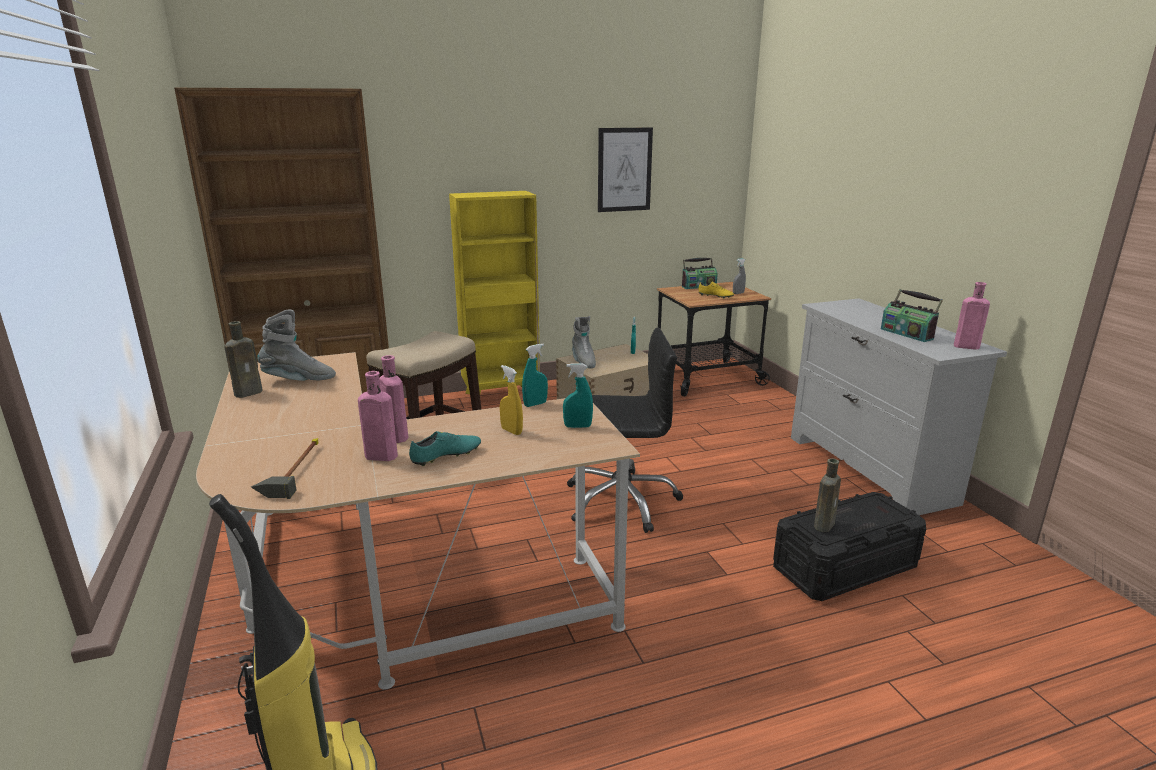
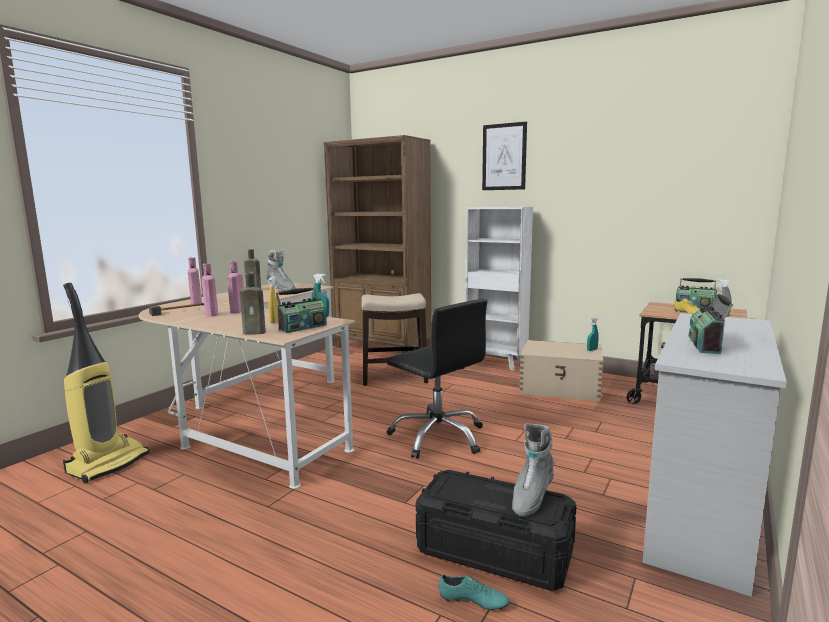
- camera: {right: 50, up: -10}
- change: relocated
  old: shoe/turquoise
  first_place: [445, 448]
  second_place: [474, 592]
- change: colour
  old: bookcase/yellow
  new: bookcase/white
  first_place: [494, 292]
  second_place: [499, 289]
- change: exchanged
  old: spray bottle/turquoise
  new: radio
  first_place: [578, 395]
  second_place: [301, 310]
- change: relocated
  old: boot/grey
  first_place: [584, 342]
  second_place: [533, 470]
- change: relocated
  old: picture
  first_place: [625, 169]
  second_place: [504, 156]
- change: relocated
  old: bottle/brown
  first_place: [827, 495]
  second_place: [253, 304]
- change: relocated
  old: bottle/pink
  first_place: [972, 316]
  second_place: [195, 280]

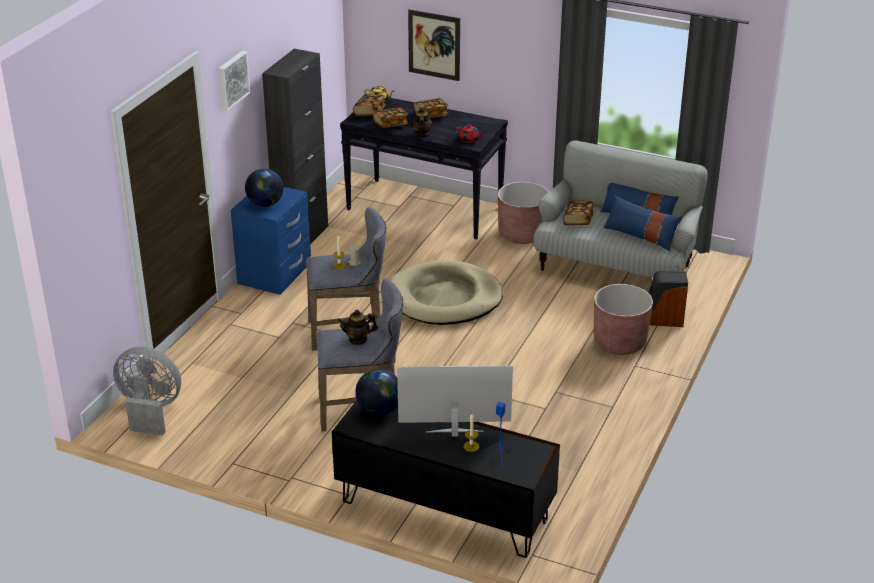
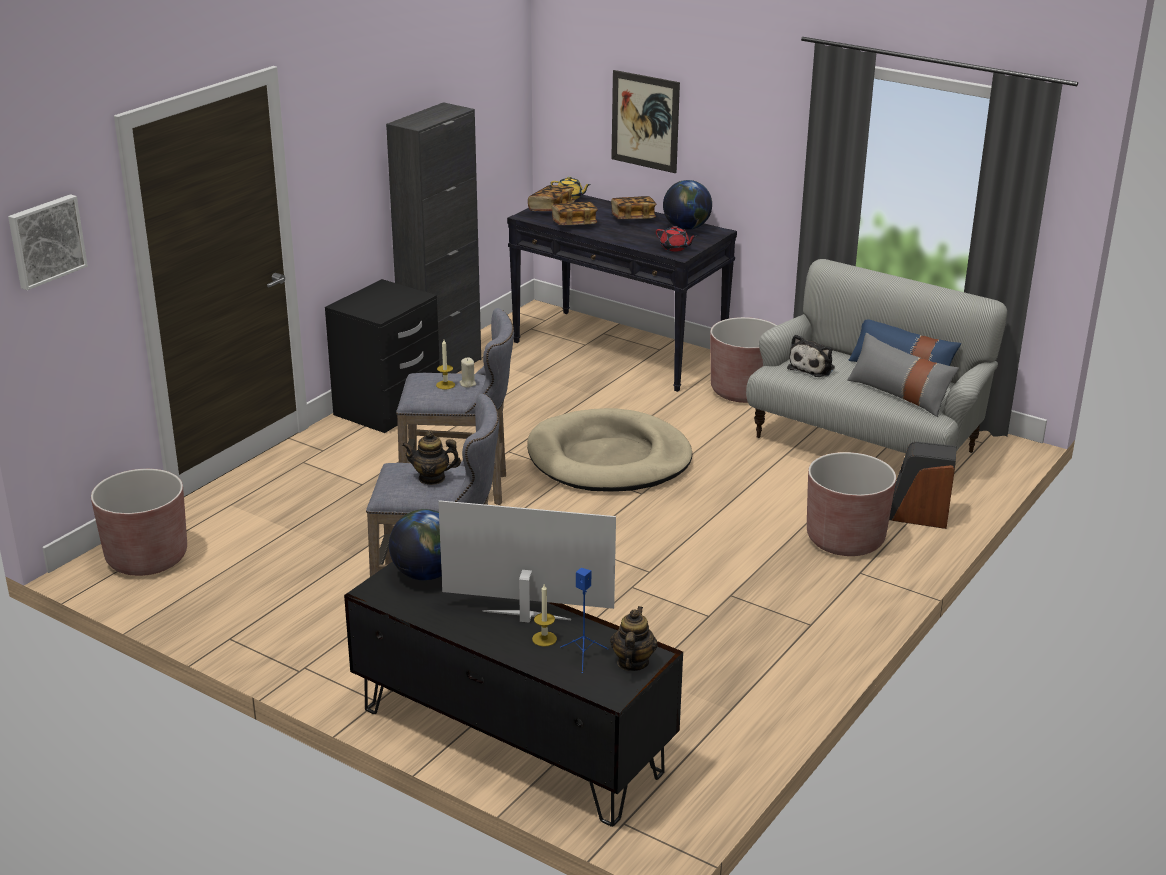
- camera: {right: 10, up: -5}
- change: exchanged
  old: fan/grey
  new: planter/brown
  first_place: [147, 391]
  second_place: [139, 522]
- change: relocated
  old: picture
  first_place: [234, 81]
  second_place: [48, 242]
- change: colour
  old: nightstand/blue
  new: nightstand/black
  first_place: [271, 241]
  second_place: [382, 356]
- change: relocated
  old: globe
  first_place: [264, 188]
  second_place: [687, 205]
- change: relocated
  old: teapot
  first_place: [422, 122]
  second_place: [634, 638]
- change: exchanged
  old: book
  new: plush toy
  first_place: [578, 212]
  second_place: [811, 355]
- change: colour
  old: pillow/blue
  new: pillow/grey
  first_place: [643, 222]
  second_place: [903, 375]

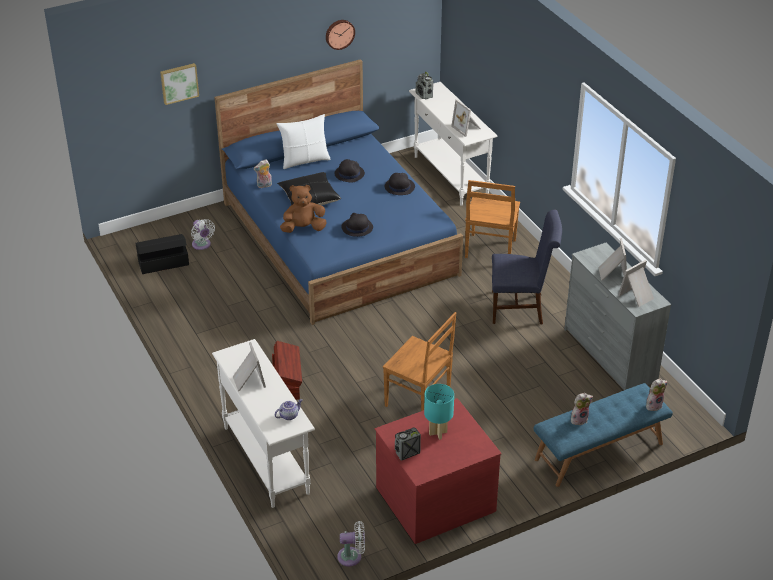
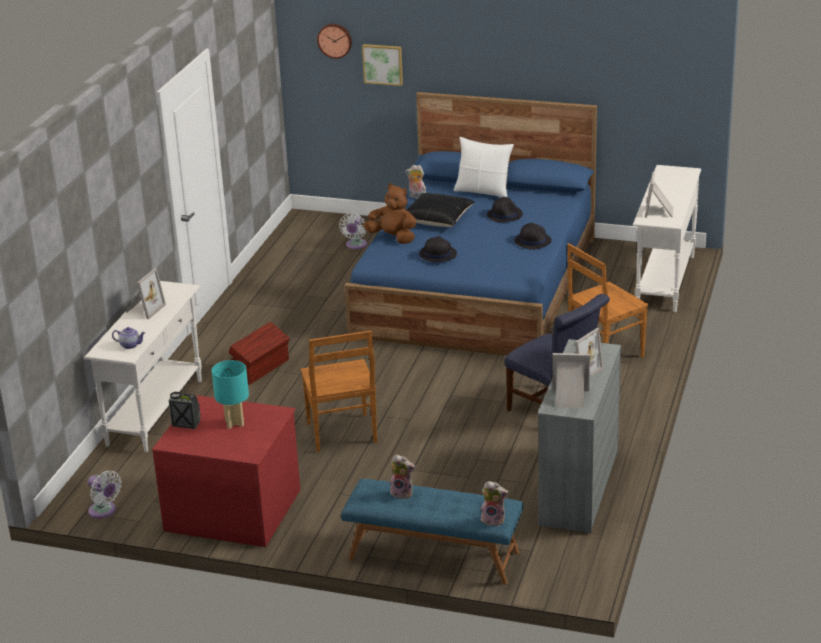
- camera: {right: 45, up: -10}
- change: missing
  old: storage box/black
  first_place: [162, 254]
- change: relocated
  old: wall clock
  first_place: [340, 35]
  second_place: [334, 41]
- change: missing
  old: radio
  first_place: [424, 86]

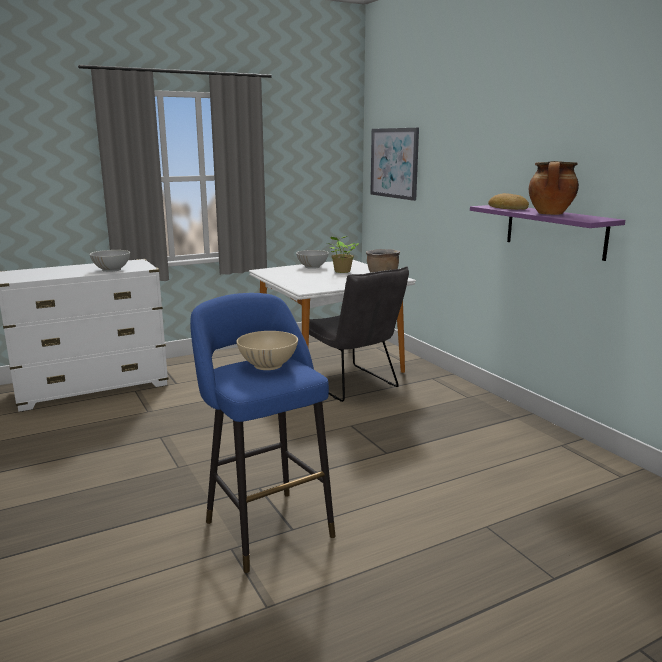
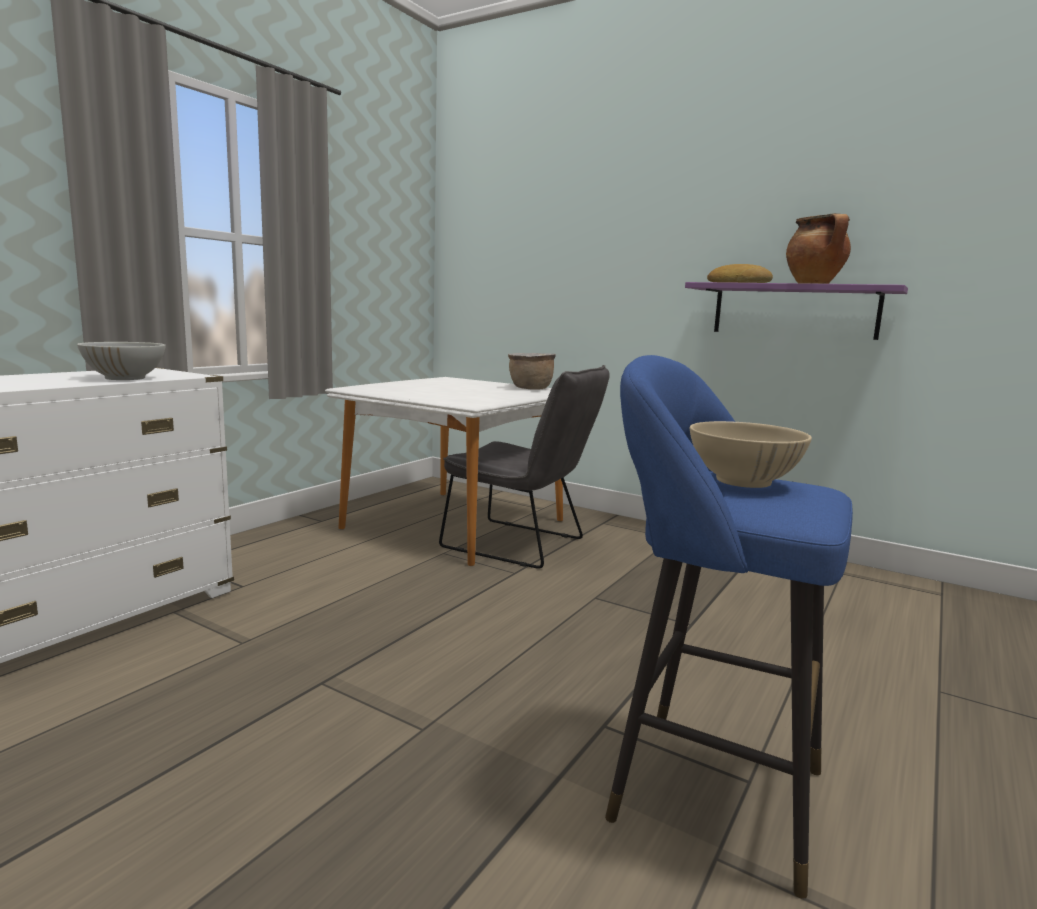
- camera: {right: -30, up: -5}
- change: missing
  old: bowl/white
  first_place: [312, 259]
- change: missing
  old: potted plant
  first_place: [343, 254]
- change: missing
  old: picture
  first_place: [394, 164]

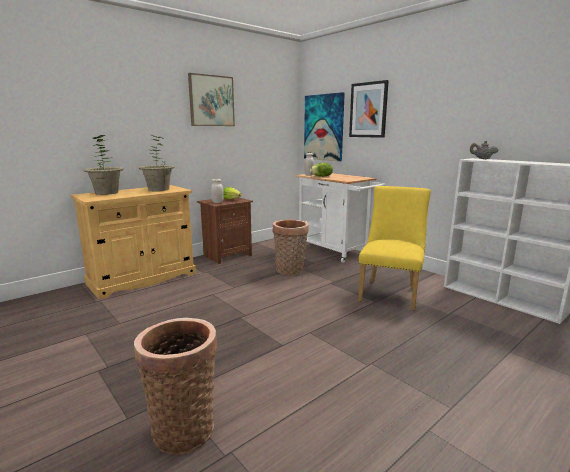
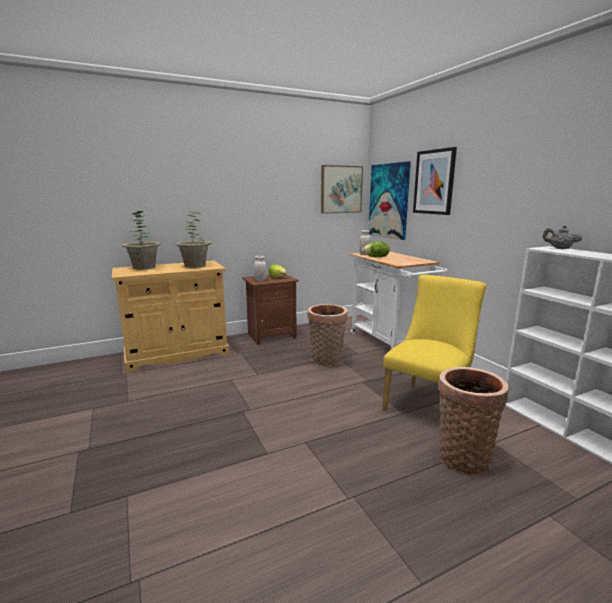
- camera: {right: 15, up: 0}
- change: relocated
  old: basket
  first_place: [175, 386]
  second_place: [473, 421]
- change: relocated
  old: picture
  first_place: [211, 99]
  second_place: [342, 189]

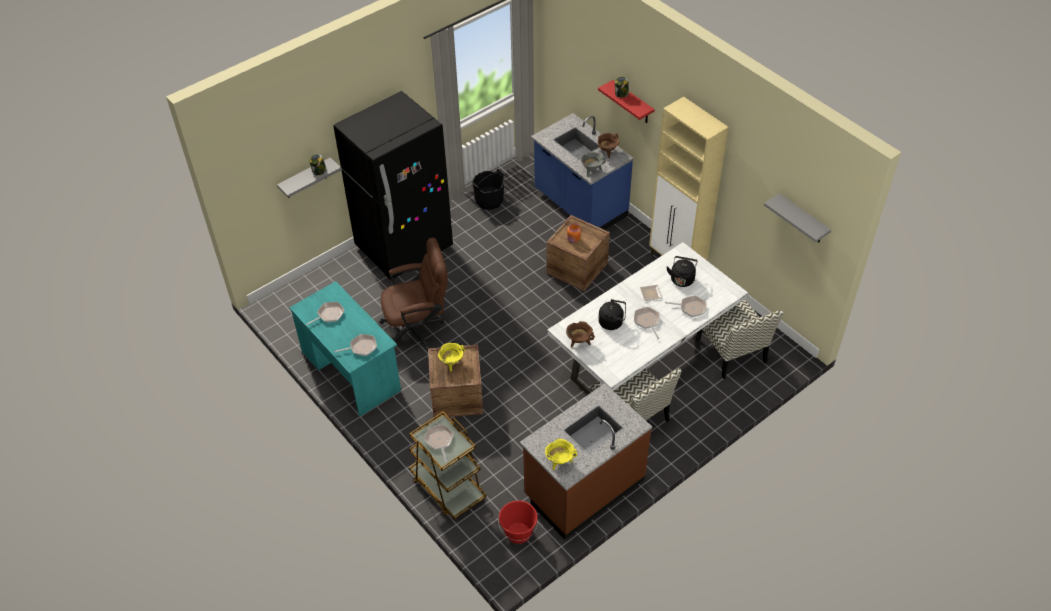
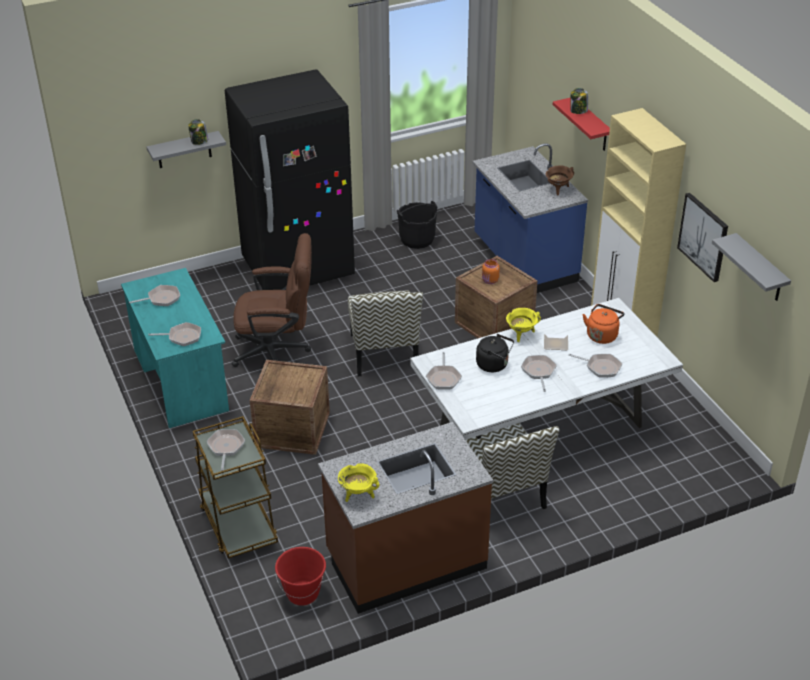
- camera: {right: 15, up: -10}
- change: relocated
  old: cooking pot/yellow
  first_place: [451, 357]
  second_place: [523, 325]
- change: exchanged
  old: cooking pot/brown
  new: frying pan
  first_place: [580, 334]
  second_place: [444, 371]
- change: missing
  old: cooking pot/grey
  first_place: [593, 163]
- change: colour
  old: kettle/black
  new: kettle/orange
  first_place: [682, 271]
  second_place: [603, 324]
- change: relocated
  old: chair
  first_place: [740, 339]
  second_place: [385, 333]
- change: appeared
  new: picture
  second_place: [702, 237]

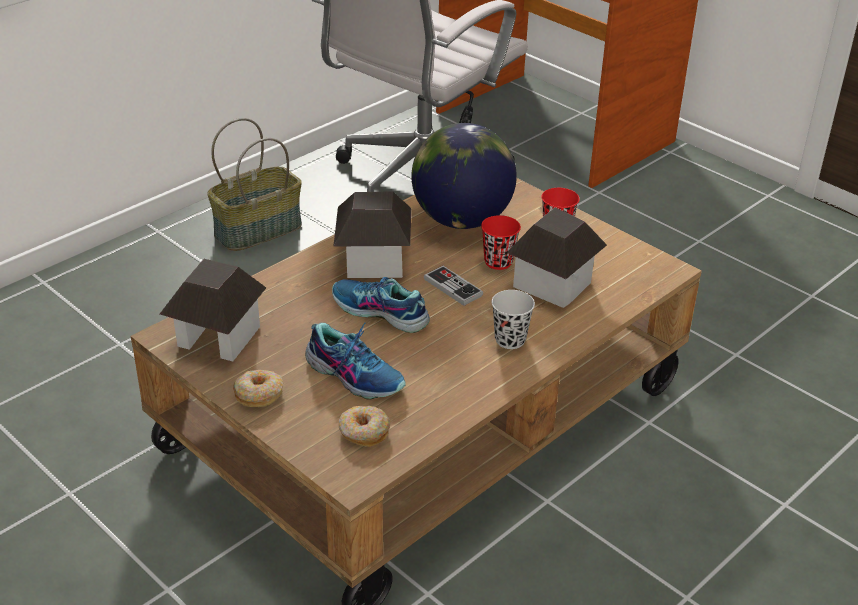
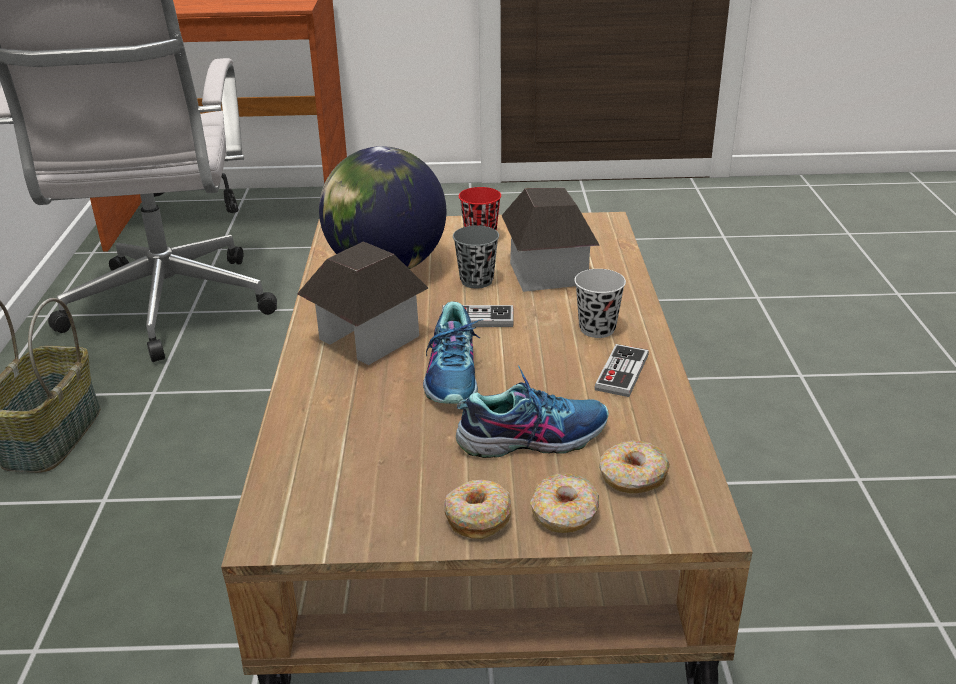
- camera: {right: -45, up: -5}
- change: missing
  old: toy house
  first_place: [213, 310]
- change: spun
  old: shoe
  first_place: [381, 305]
  second_place: [453, 353]
  degrees: -75
- change: colour
  old: cup/red
  new: cup/grey
  first_place: [501, 242]
  second_place: [476, 257]
- change: appeared
  new: donut
  second_place: [564, 503]
- change: appeared
  new: game controller
  second_place: [621, 370]

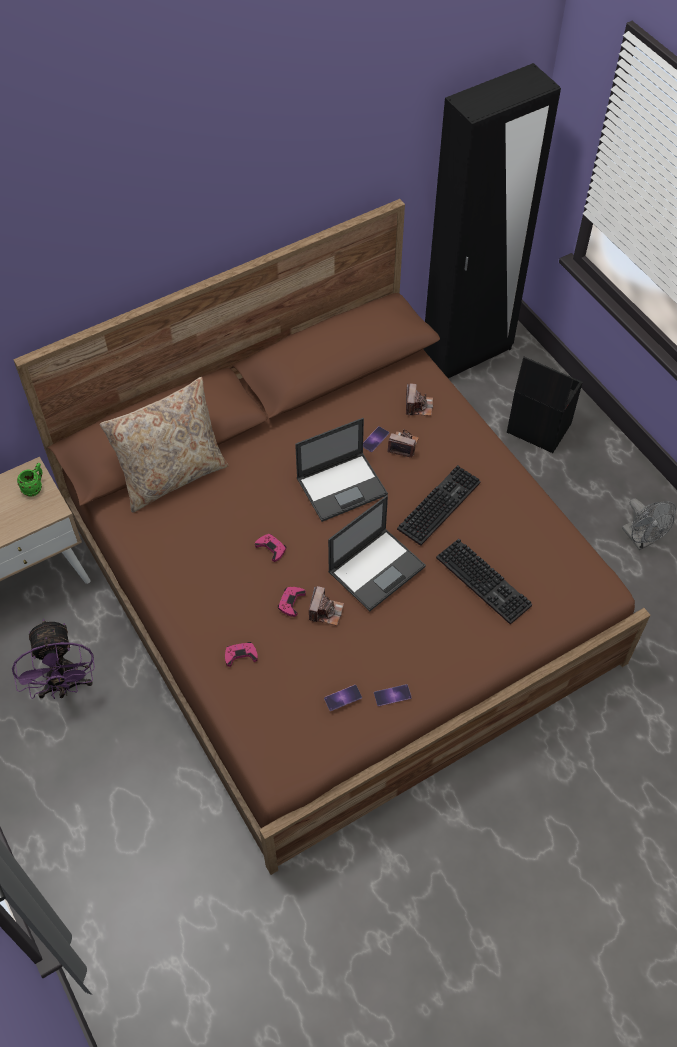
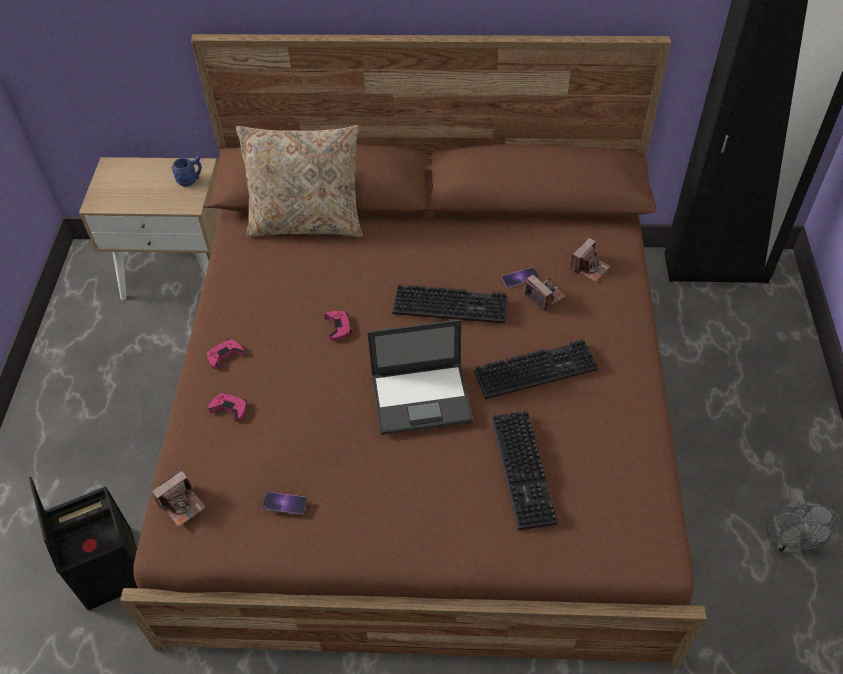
- camera: {right: 35, up: -5}
- change: missing
  old: fan/purple
  first_place: [53, 659]
- change: colour
  old: mug/green
  new: mug/blue
  first_place: [29, 480]
  second_place: [186, 171]
- change: relocated
  old: game controller/pink
  first_place: [292, 602]
  second_place: [225, 354]
- change: exchanged
  old: laptop
  new: keyboard
  first_place: [341, 470]
  second_place: [450, 304]
- change: relocated
  old: photo camera
  first_place: [326, 606]
  second_place: [178, 498]
- change: missing
  old: phone
  first_place: [393, 695]
- change: relocated
  old: storage box/black
  first_place: [545, 405]
  second_place: [83, 544]

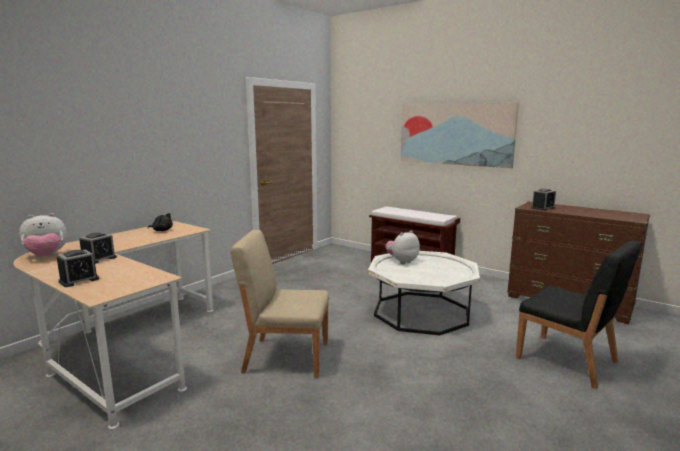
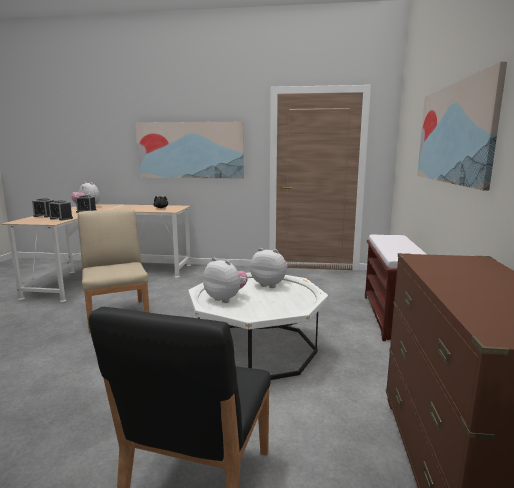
- camera: {right: 60, up: 0}
- change: relocated
  old: alarm clock
  first_place: [543, 199]
  second_place: [60, 210]
- change: appeared
  new: picture
  second_place: [190, 150]
- change: appeared
  new: plush toy
  second_place: [225, 280]

